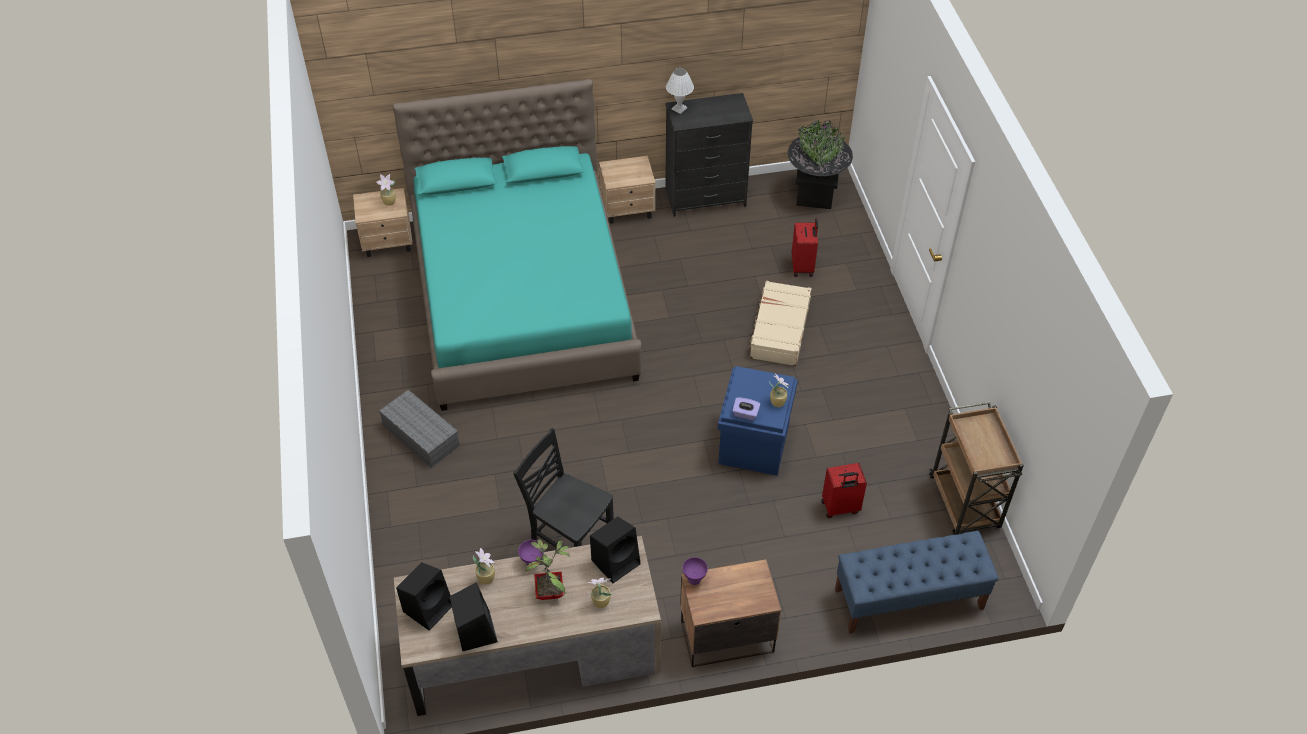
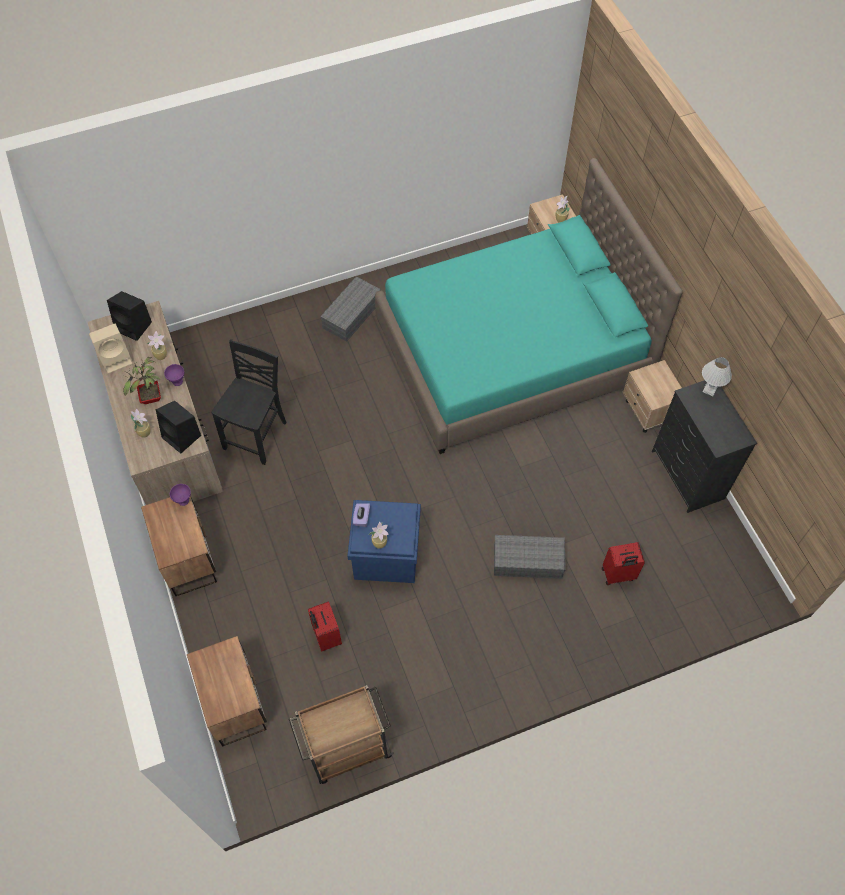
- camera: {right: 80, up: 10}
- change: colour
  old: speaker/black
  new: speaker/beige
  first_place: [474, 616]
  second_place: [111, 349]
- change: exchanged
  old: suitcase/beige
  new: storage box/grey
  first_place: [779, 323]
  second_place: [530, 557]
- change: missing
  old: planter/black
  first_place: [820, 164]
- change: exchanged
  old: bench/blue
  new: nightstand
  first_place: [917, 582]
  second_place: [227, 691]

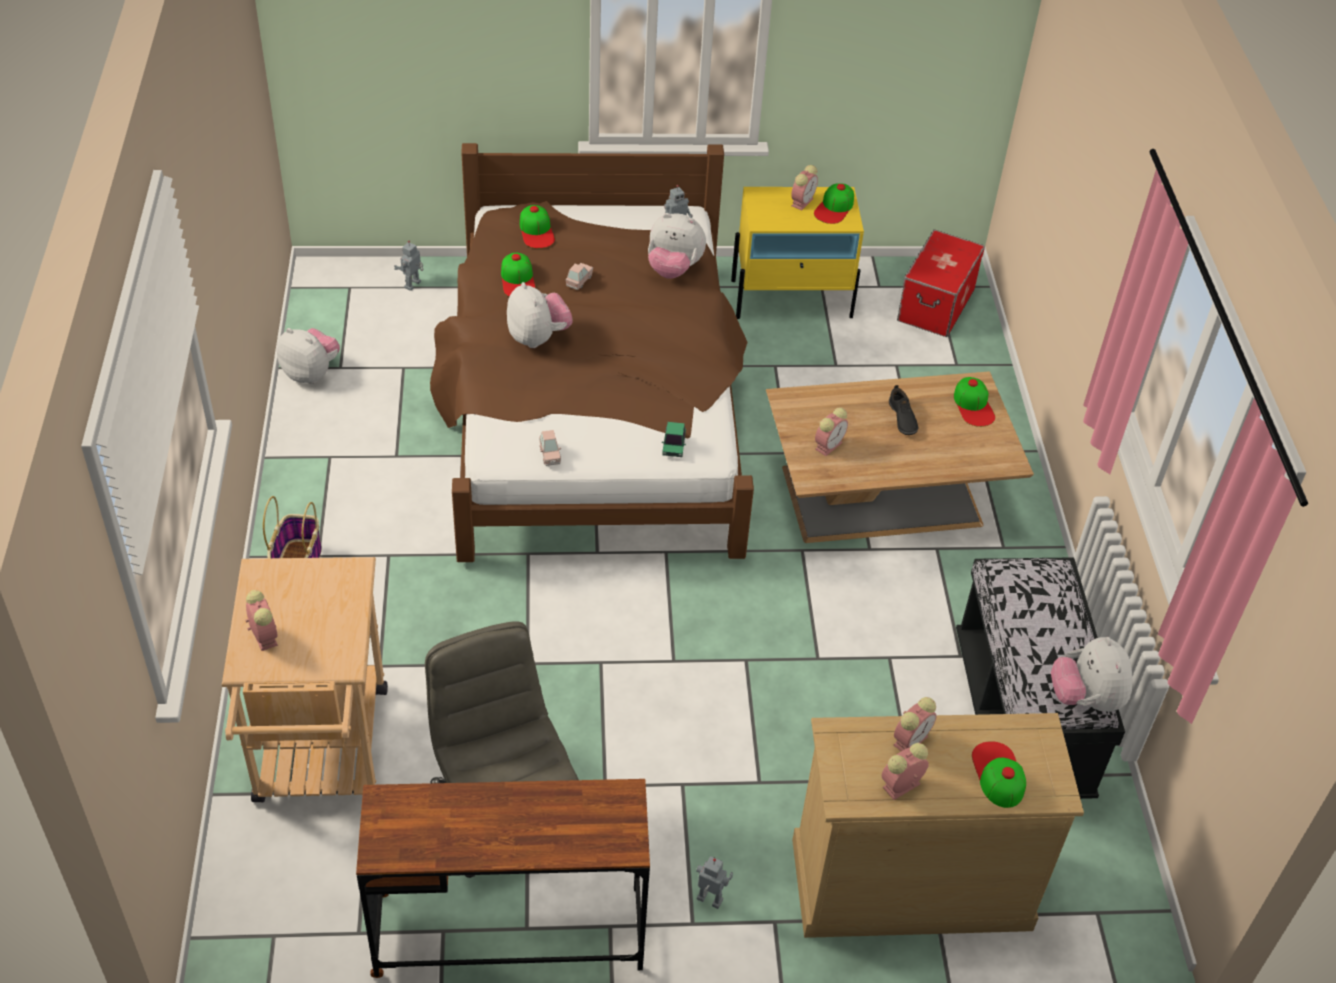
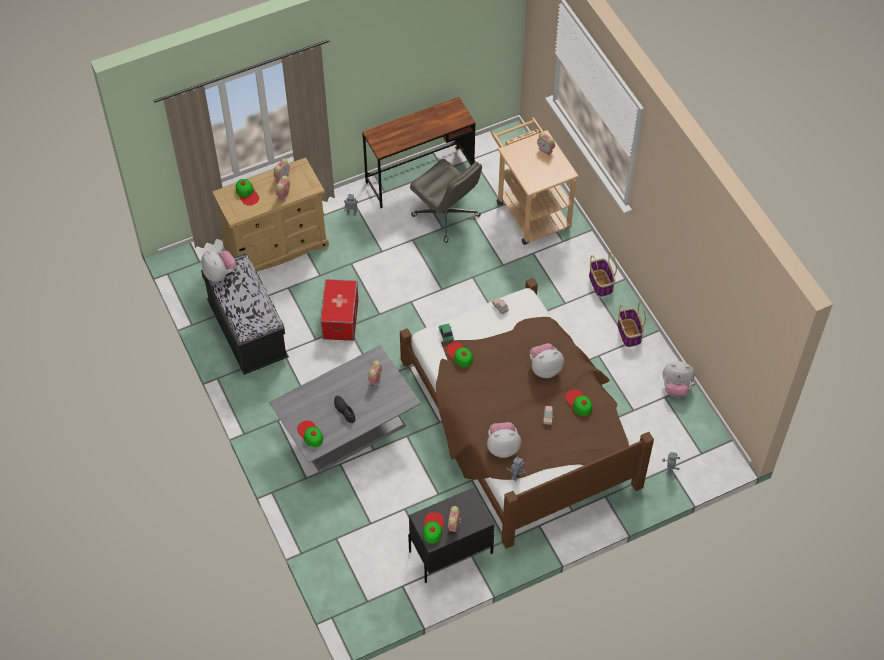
- camera: {right: 160, up: 10}
- change: spun
  old: plush toy
  first_place: [540, 315]
  second_place: [547, 360]
  degrees: 120
- change: relocated
  old: cap
  first_place: [537, 227]
  second_place: [459, 354]
- change: colour
  old: nightstand/yellow
  new: nightstand/black
  first_place: [797, 253]
  second_place: [451, 535]
- change: colour
  old: coffee table/brown
  new: coffee table/grey
  first_place: [900, 457]
  second_place: [345, 408]
- change: relocated
  old: storage box
  first_place: [941, 283]
  second_place: [339, 310]
- change: appeared
  new: basket
  second_place: [632, 324]

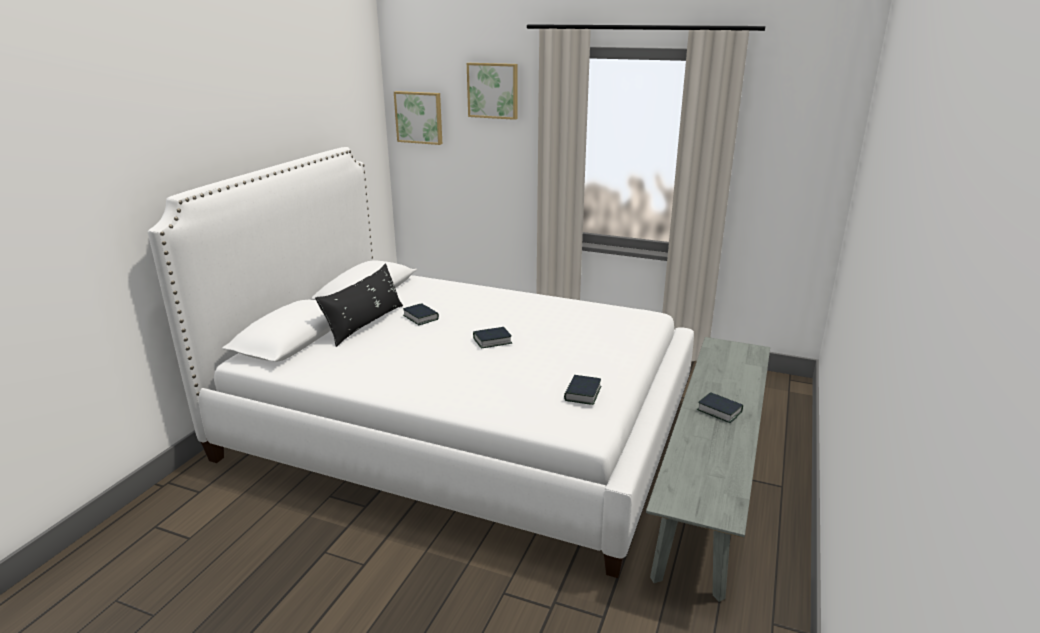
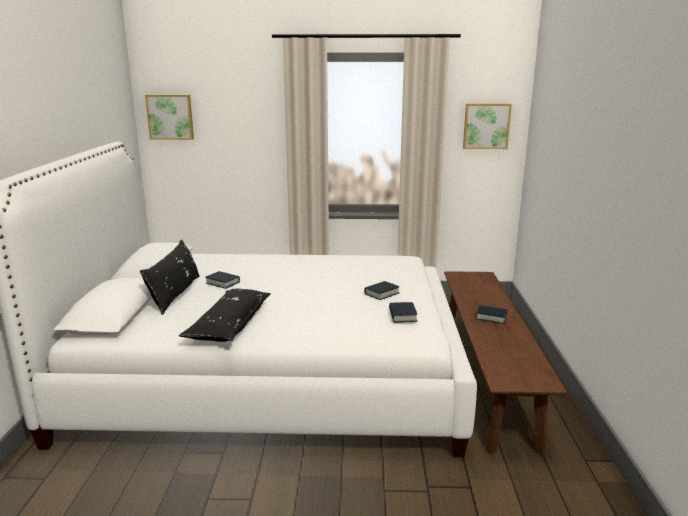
- camera: {right: -20, up: -5}
- change: relocated
  old: picture
  first_place: [492, 91]
  second_place: [487, 126]
- change: relocated
  old: book
  first_place: [492, 337]
  second_place: [382, 290]
- change: colour
  old: bench/grey
  new: bench/brown
  first_place: [708, 469]
  second_place: [505, 363]
- change: appeared
  new: pillow/black
  second_place: [225, 315]

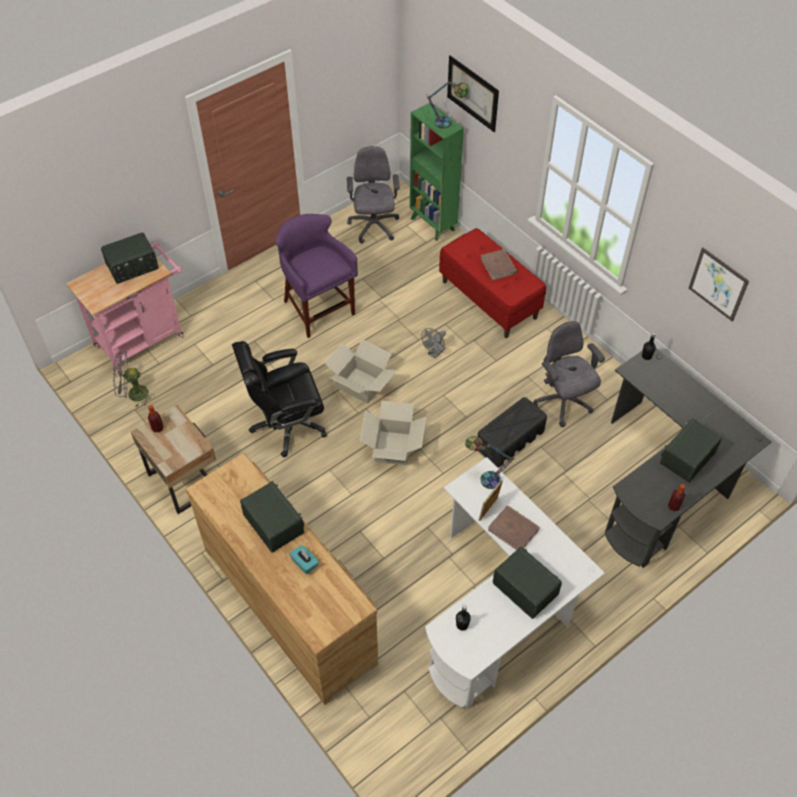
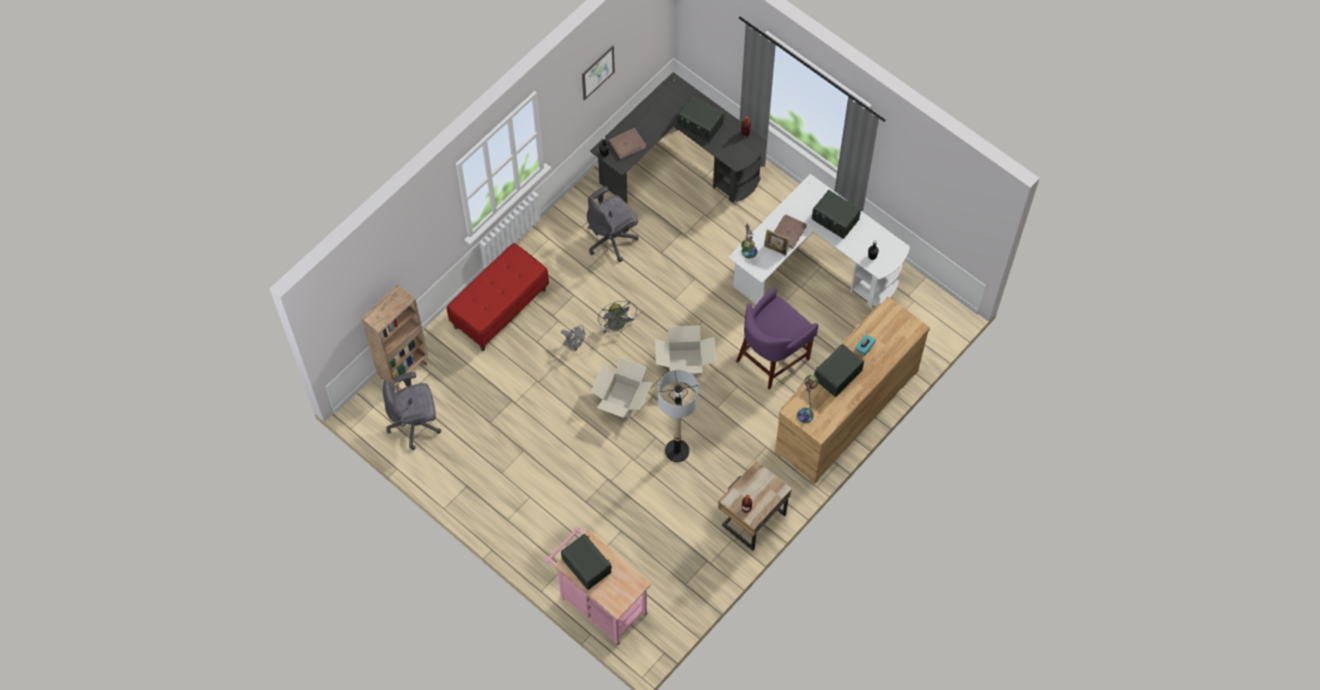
- camera: {right: -100, up: 10}
- change: relocated
  old: fan/grey
  first_place: [134, 379]
  second_place: [618, 317]
- change: exchanged
  old: office chair/black
  new: floor lamp
  first_place: [279, 399]
  second_place: [678, 416]
- change: relocated
  old: stool/purple
  first_place: [316, 276]
  second_place: [777, 338]
- change: colour
  old: bookcase/green
  new: bookcase/brown
  first_place: [437, 172]
  second_place: [394, 338]
- change: relocated
  old: table lamp
  first_place: [448, 103]
  second_place: [807, 399]
- change: missing
  old: picture
  first_place: [473, 93]
- change: missing
  old: storage box/black
  first_place: [512, 432]
- change: relocated
  old: book/brown
  first_place: [499, 264]
  second_place: [627, 144]
- change: spun
  old: radio
  first_place: [527, 583]
  second_place: [836, 214]
  degrees: -90

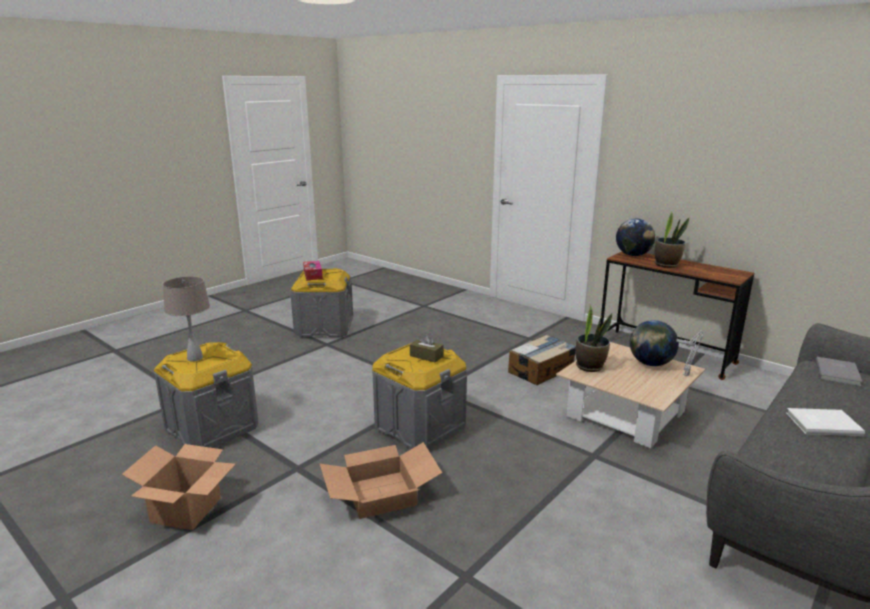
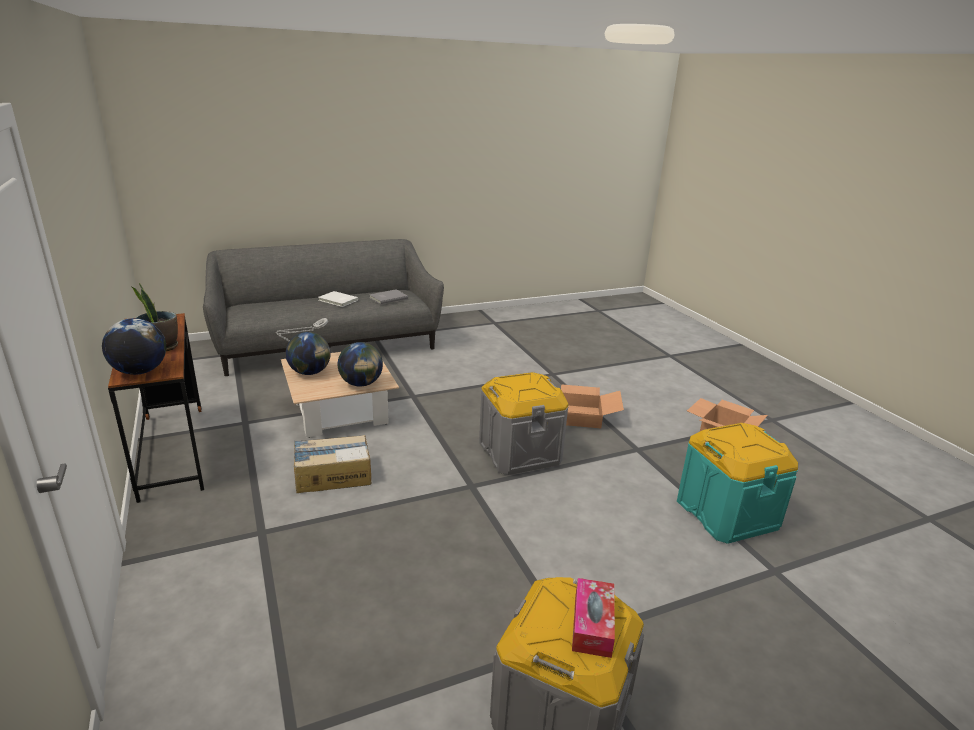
- camera: {right: -155, up: 5}
- change: colour
  old: storage box/grey
  new: storage box/turquoise
  first_place: [206, 395]
  second_place: [737, 483]
- change: missing
  old: table lamp/beige
  first_place: [186, 318]
- change: missing
  old: tissue box/brown
  first_place: [426, 348]
- change: exchanged
  old: potted plant
  new: globe
  first_place: [594, 338]
  second_place: [360, 364]
- change: relocated
  old: book/grey
  first_place: [838, 371]
  second_place: [388, 296]

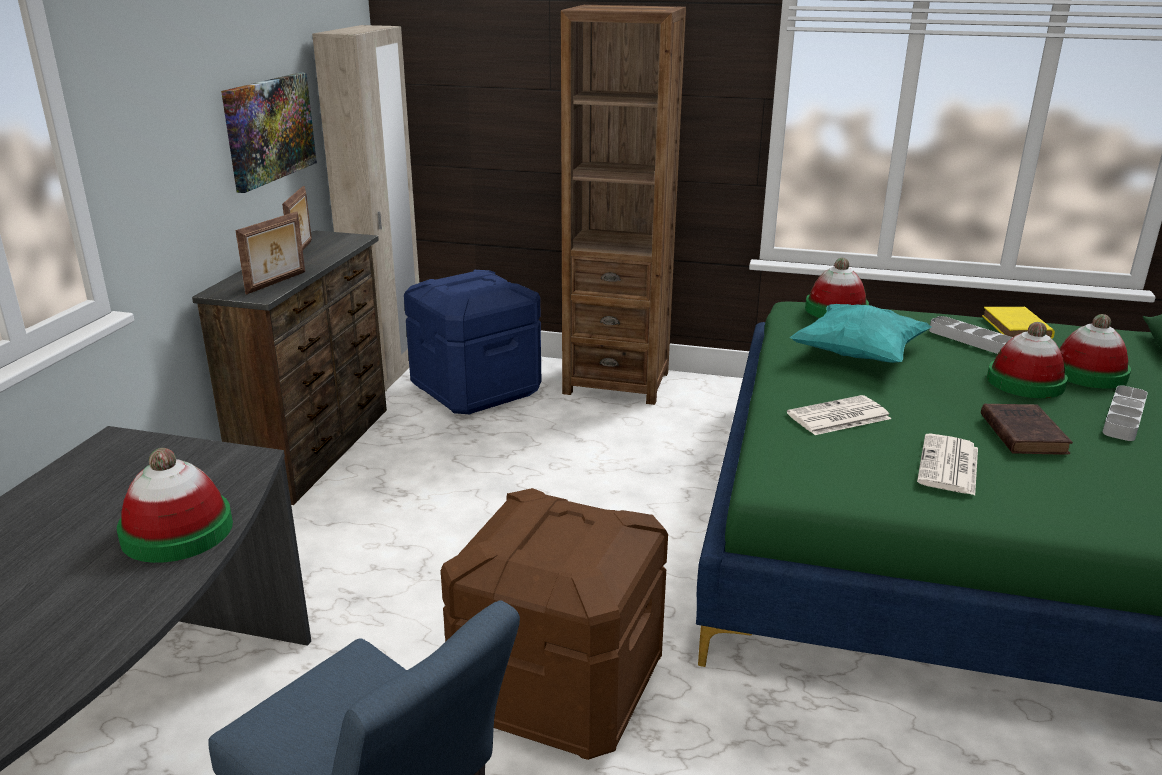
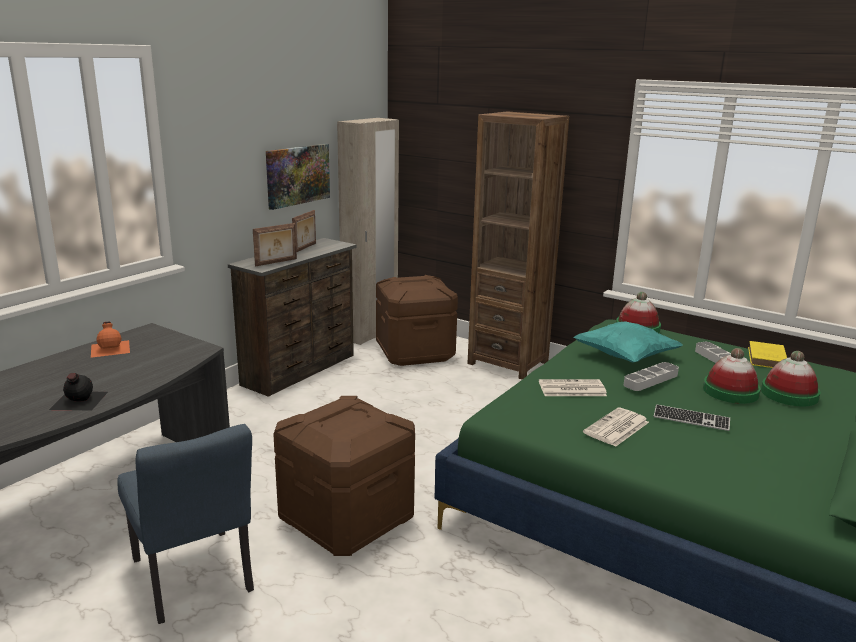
- camera: {right: 20, up: -5}
- change: missing
  old: hat
  first_place: [175, 505]
- change: colour
  old: storage box/blue
  new: storage box/brown
  first_place: [472, 342]
  second_place: [417, 320]
- change: exchanged
  old: book/brown
  new: keyboard
  first_place: [1027, 429]
  second_place: [692, 417]
- change: relocated
  old: tray/grey
  first_place: [1125, 413]
  second_place: [651, 376]
- change: appeared
  new: bottle/black
  second_place: [78, 391]
- change: appeared
  new: bottle/orange
  second_place: [110, 340]

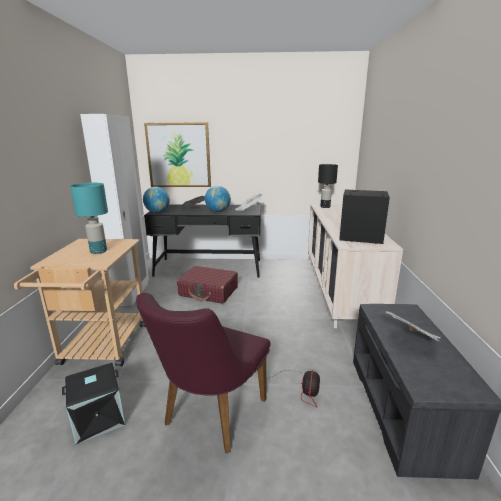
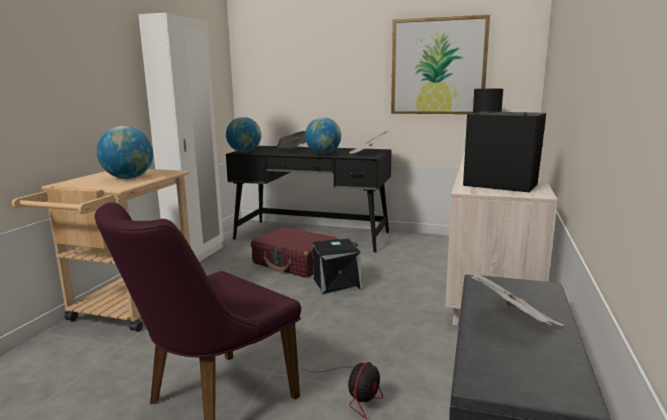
- camera: {right: 15, up: -5}
- change: relocated
  old: storage box/black
  first_place: [93, 404]
  second_place: [336, 266]
- change: exchanged
  old: table lamp/turquoise
  new: globe
  first_place: [89, 218]
  second_place: [125, 152]
- change: relocated
  old: picture
  first_place: [177, 154]
  second_place: [440, 64]

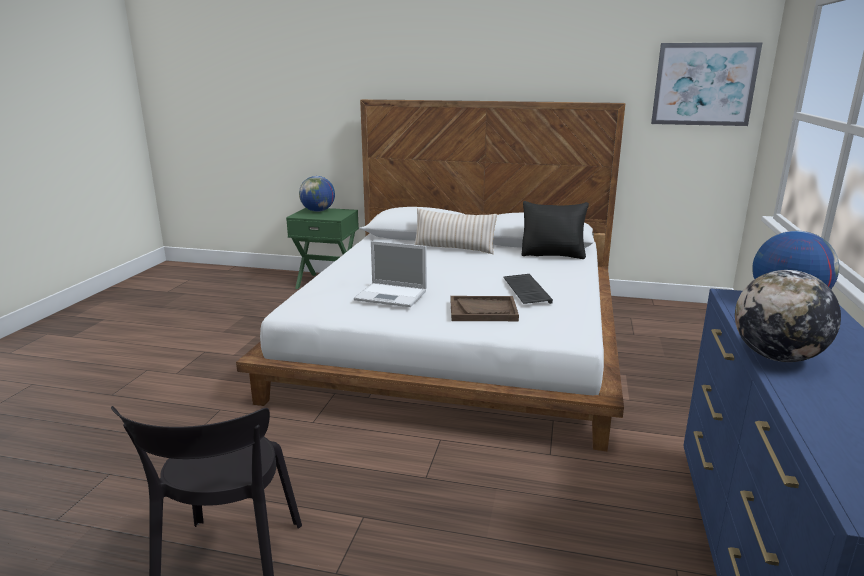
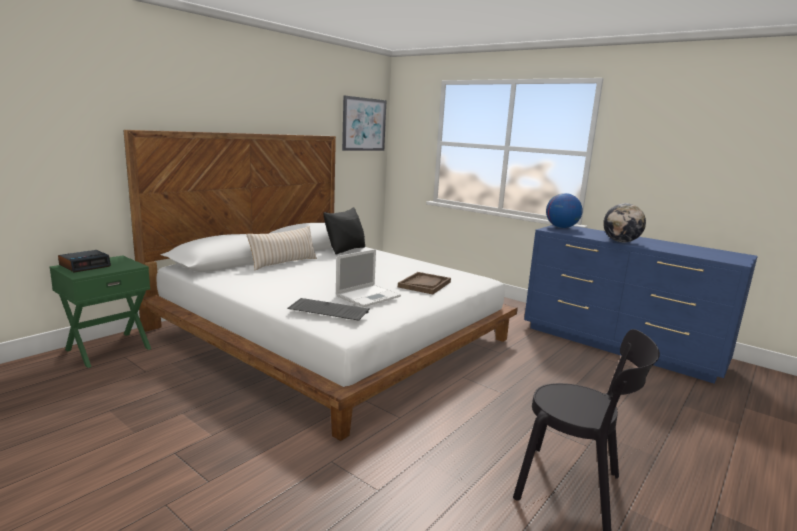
- camera: {right: -65, up: -5}
- change: exchanged
  old: globe
  new: alarm clock
  first_place: [317, 194]
  second_place: [84, 261]
- change: relocated
  old: keyboard
  first_place: [528, 289]
  second_place: [328, 309]

